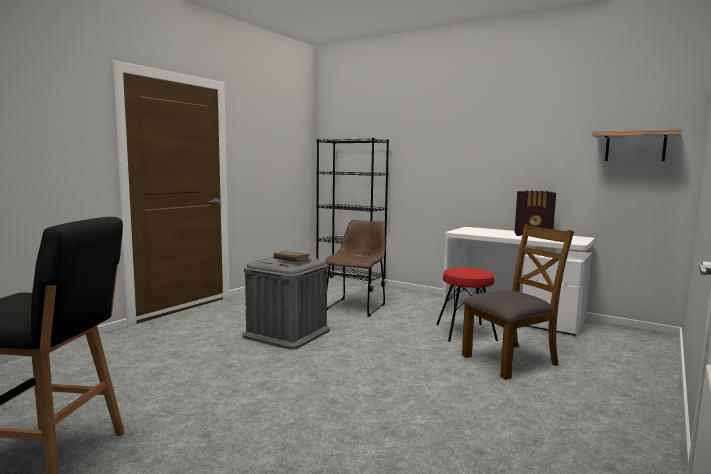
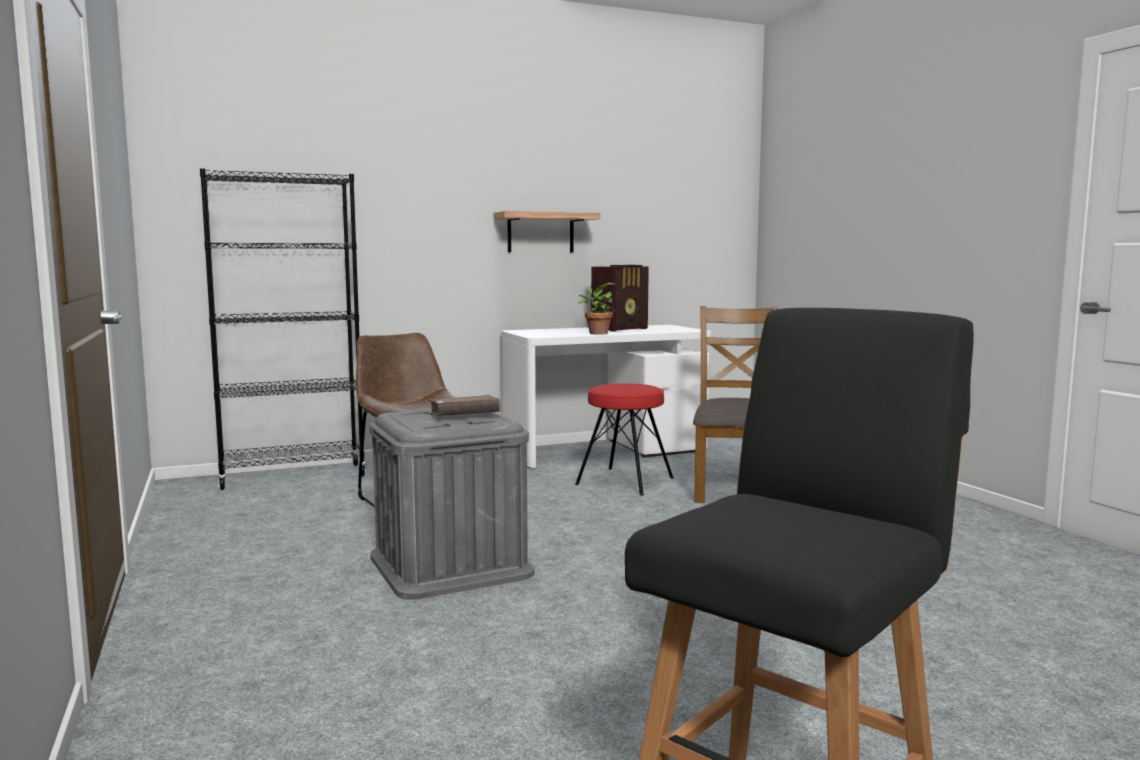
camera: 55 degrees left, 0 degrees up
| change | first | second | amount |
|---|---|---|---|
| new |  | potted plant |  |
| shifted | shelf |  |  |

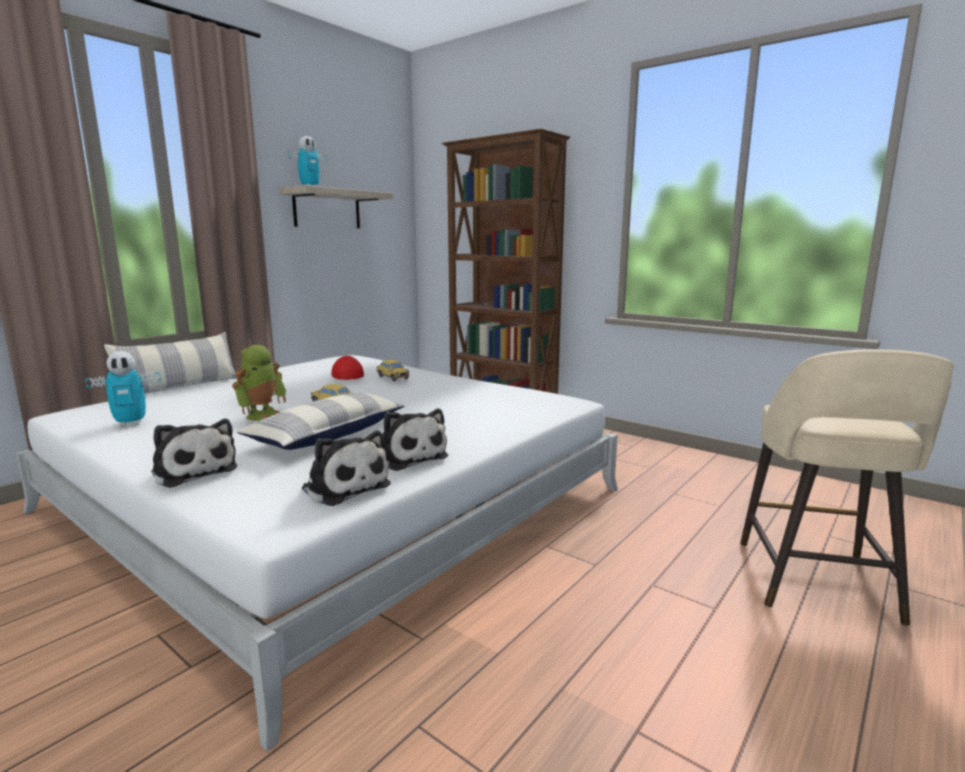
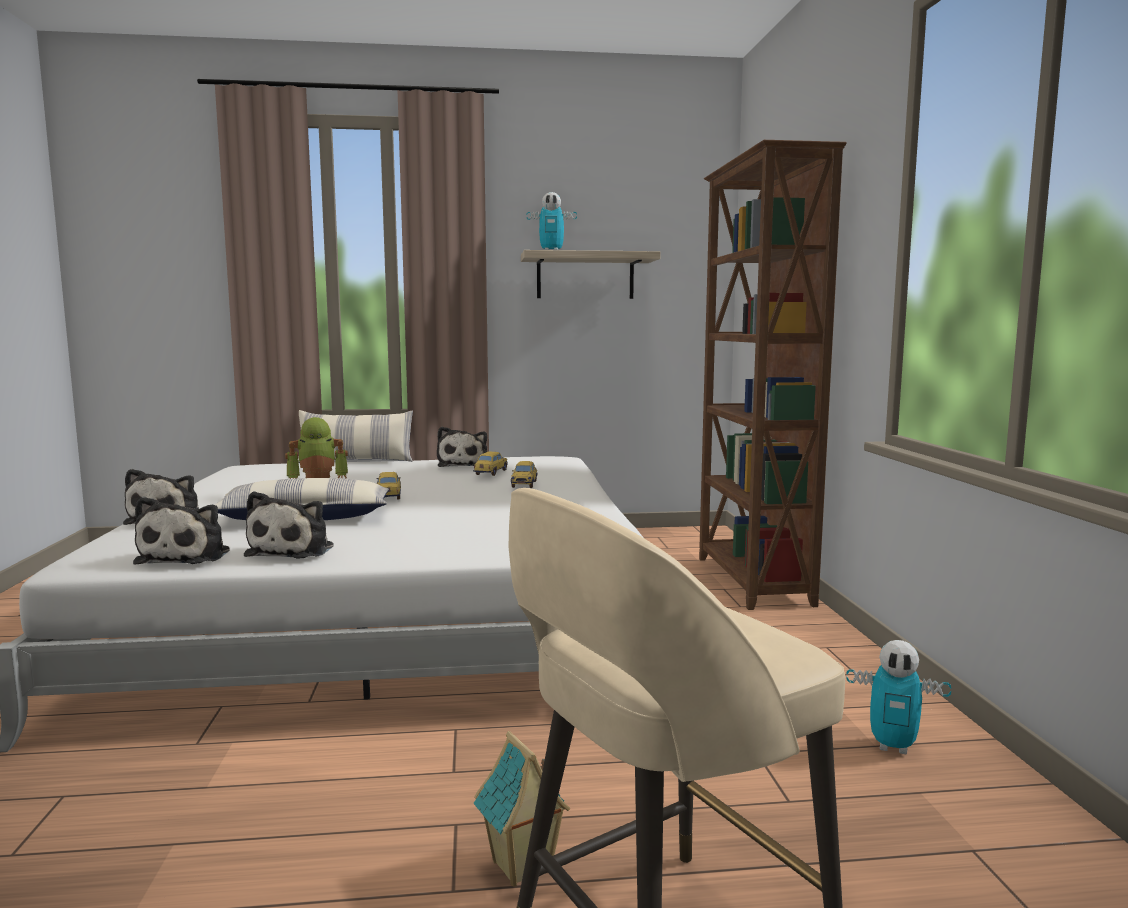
camera: 45 degrees right, 5 degrees down
| change | first | second | amount |
|---|---|---|---|
| new |  | plush toy (no. 4 from left) |  |
| new |  | model house |  |
| shifted | model robot (no. 1 from left in the first image) | model robot (no. 3 from left) |  |
| swapped | baseball cap/reddish | toy car (no. 2 from left) |  |

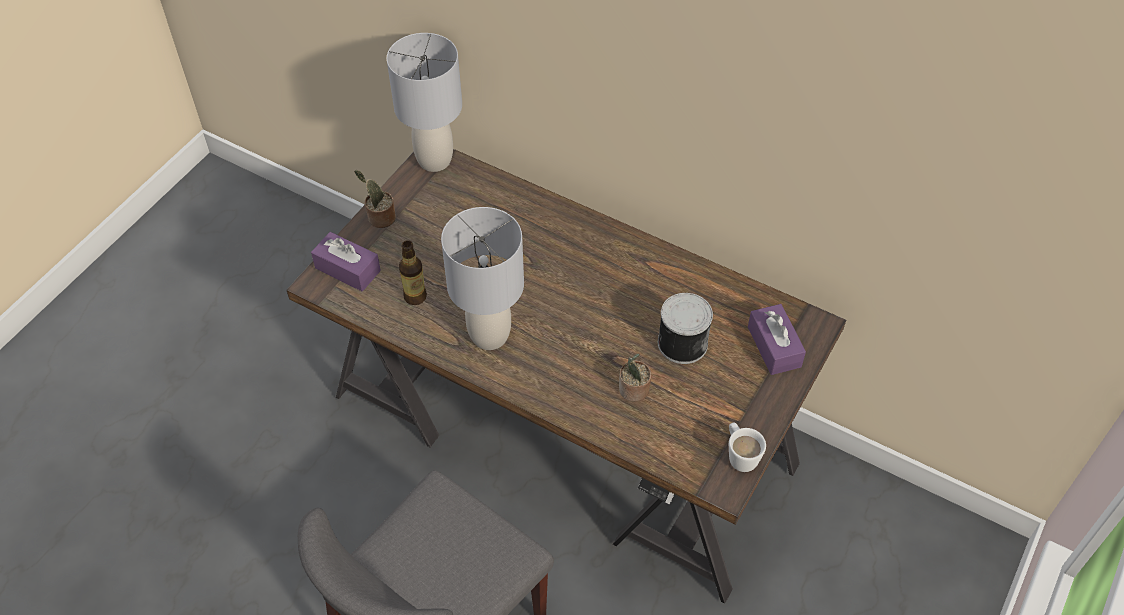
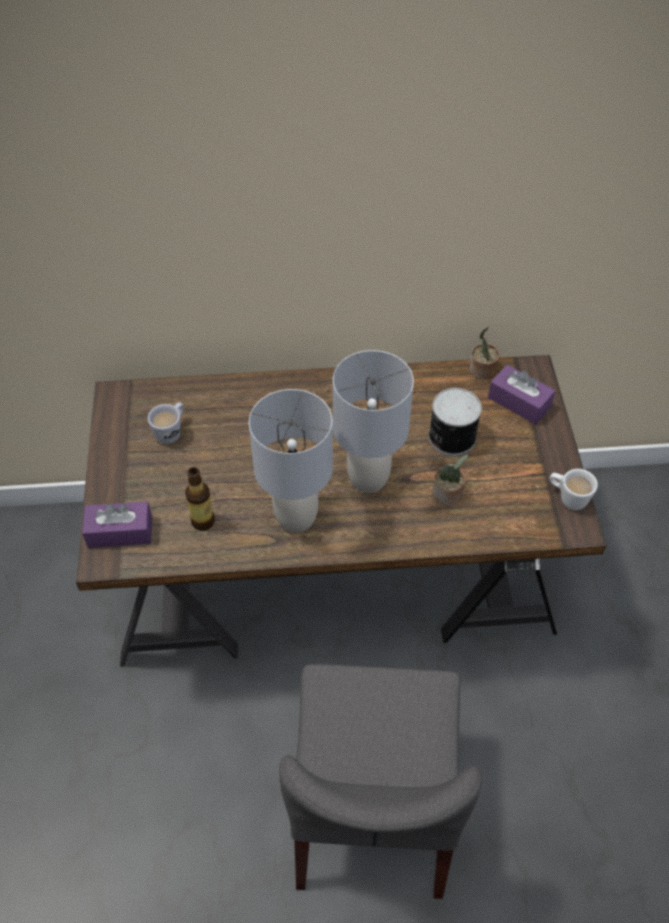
camera: 35 degrees left, 0 degrees up
| change | first | second | amount |
|---|---|---|---|
| new |  | mug/whitish (no. 1 from left) |  |
| shifted | potted plant (no. 1 from left in the first image) | potted plant (no. 2 from left) |  |
| shifted | lamp for a table/greyish (no. 1 from left in the first image) | lamp for a table/greyish (no. 2 from left) |  |

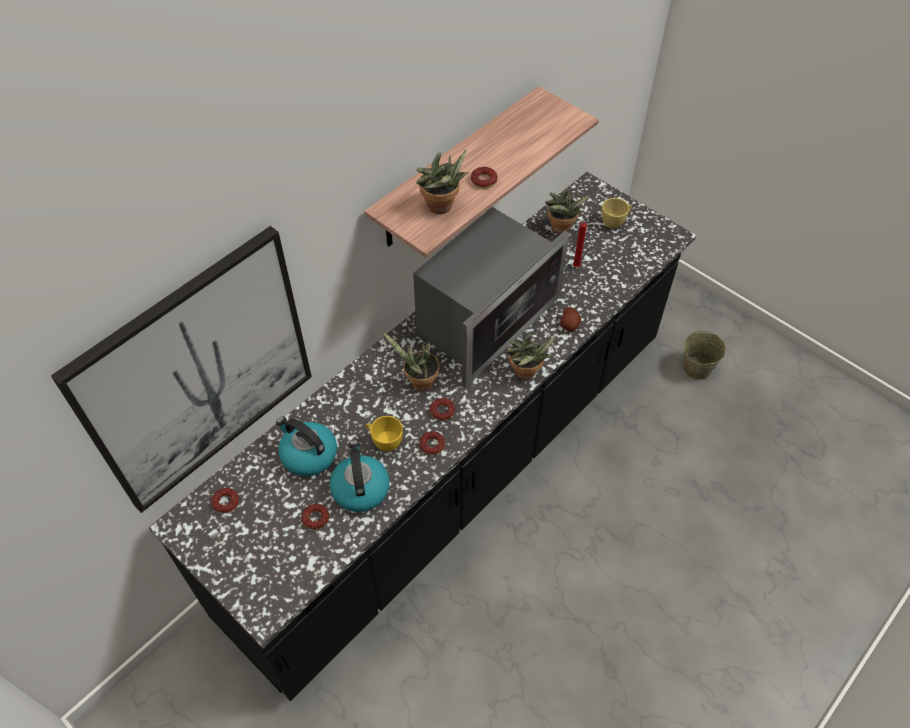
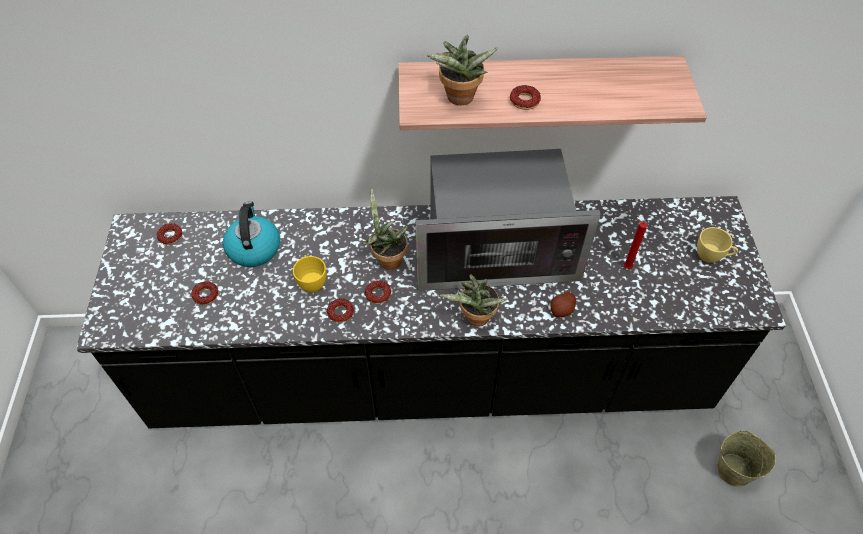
camera: 45 degrees right, 0 degrees up
| change | first | second | amount |
|---|---|---|---|
| gone | wall picture |  |  |
| gone | kettle (no. 2 from left) |  |  |
| gone | potted plant (no. 4 from left) |  |  |

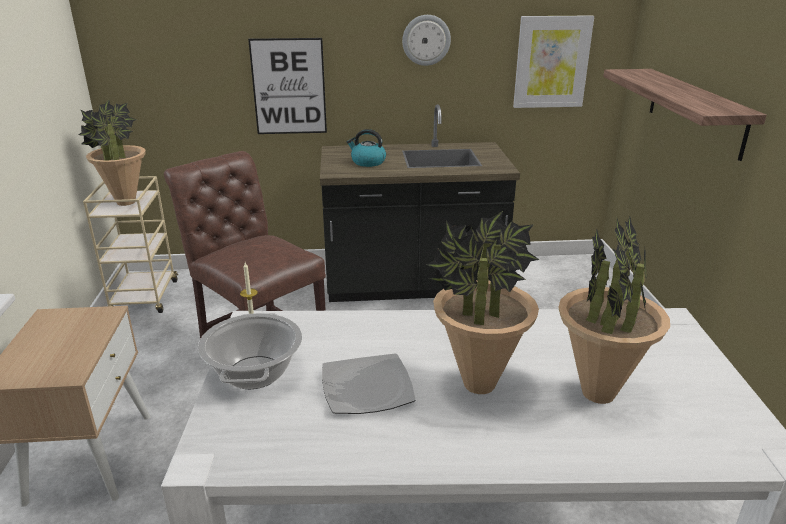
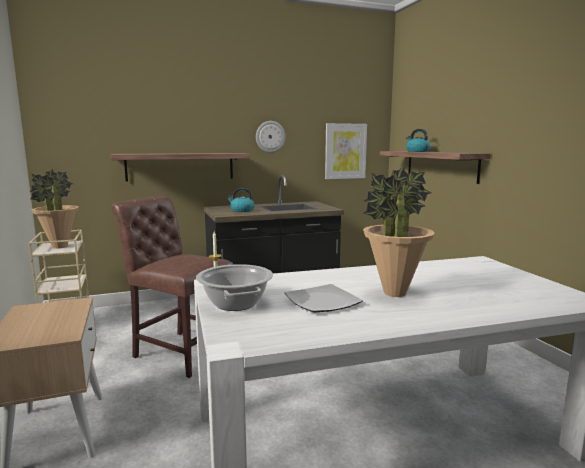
camera: 15 degrees left, 15 degrees down
| change | first | second | amount |
|---|---|---|---|
| gone | potted plant (no. 3 from left) |  |  |
| new |  | kettle (no. 2 from left) |  |
| swapped | wall picture (no. 1 from left) | shelf (no. 1 from left) |  |

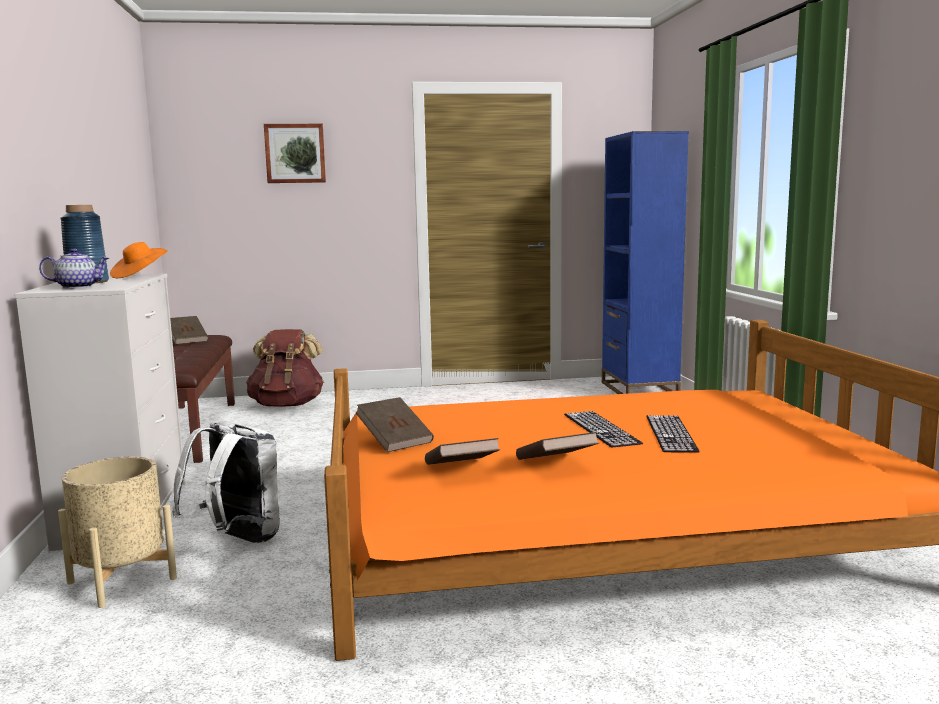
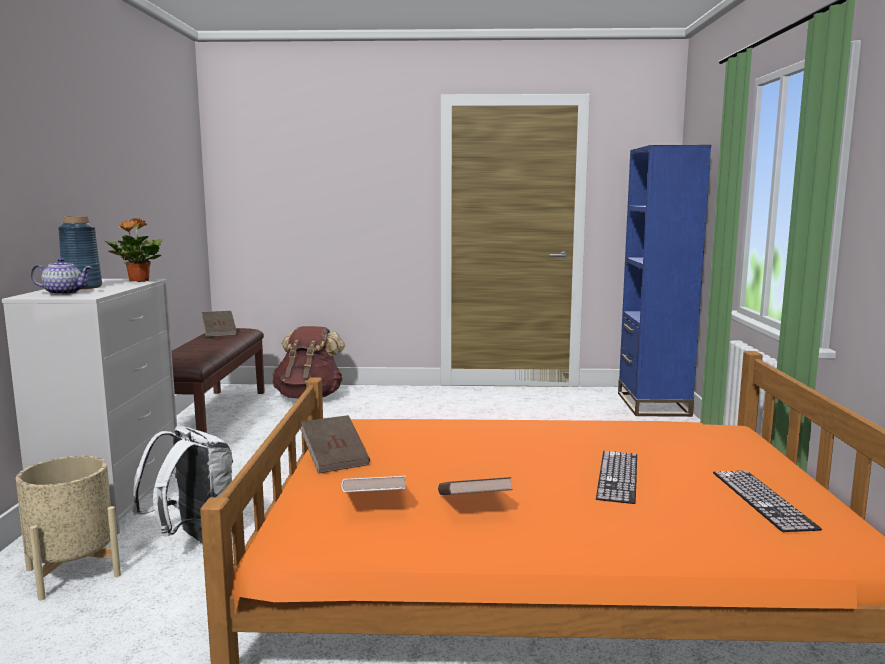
camera: 10 degrees right, 0 degrees up
| change | first | second | amount |
|---|---|---|---|
| gone | wall picture |  |  |
| shifted | PC keyboard (no. 1 from left in the first image) | PC keyboard (no. 2 from left) |  |
| swapped | wearable hat/orange-coloured | potted plant |  |
| repainted | book/brown (no. 3 from left) | book/whitish |  |

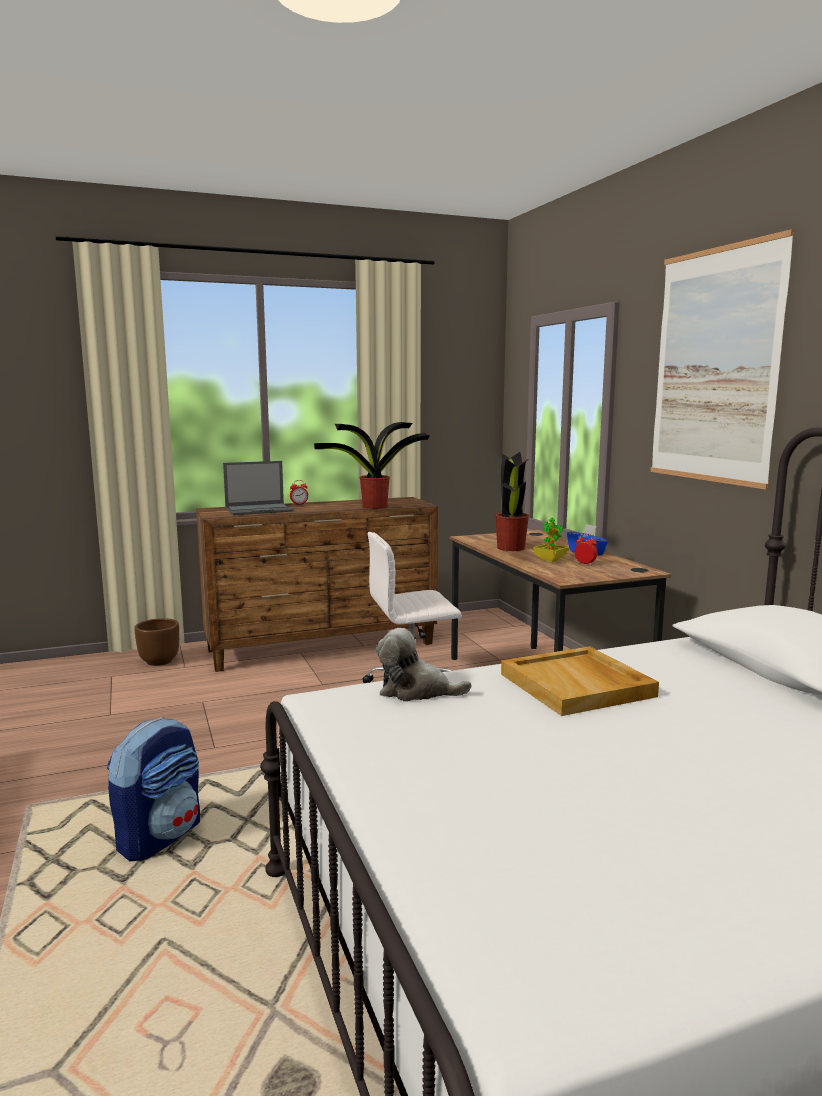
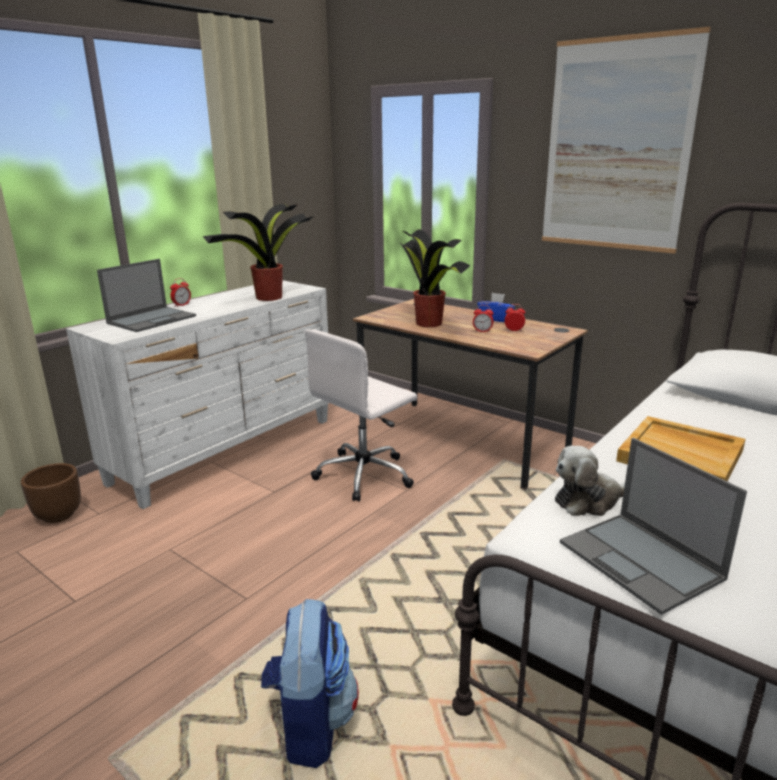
camera: 30 degrees left, 10 degrees up
| change | first | second | amount |
|---|---|---|---|
| new |  | portable computer (no. 2 from left) |  |
| swapped | potted plant (no. 3 from left) | alarm clock (no. 2 from left) |  |
| repainted | chest of drawers/brown | chest of drawers/whitish |  |

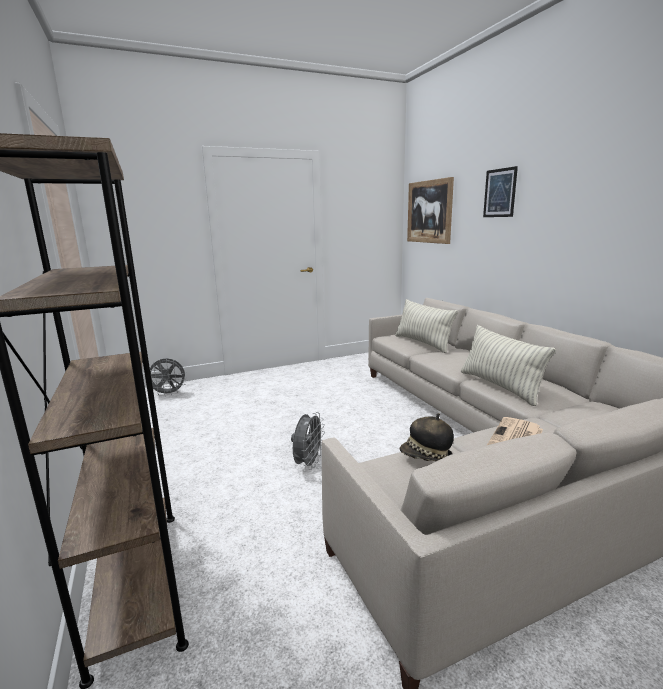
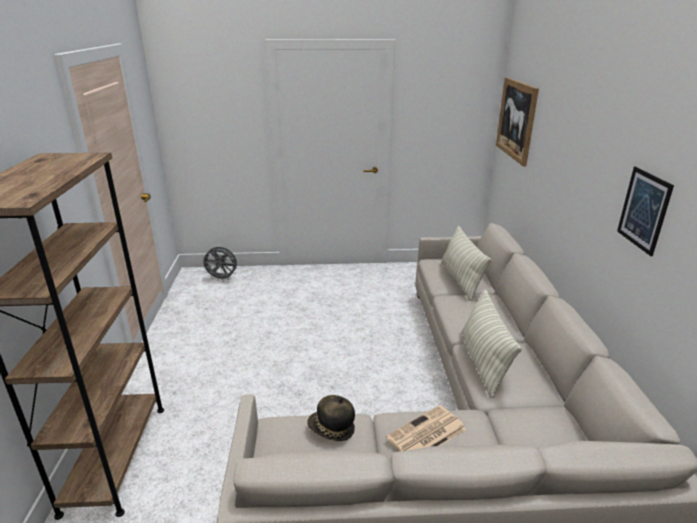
camera: 20 degrees right, 10 degrees up
| change | first | second | amount |
|---|---|---|---|
| gone | electric fan/greyish (no. 2 from left) |  |  |
| shifted | wall picture (no. 2 from left) |  |  |

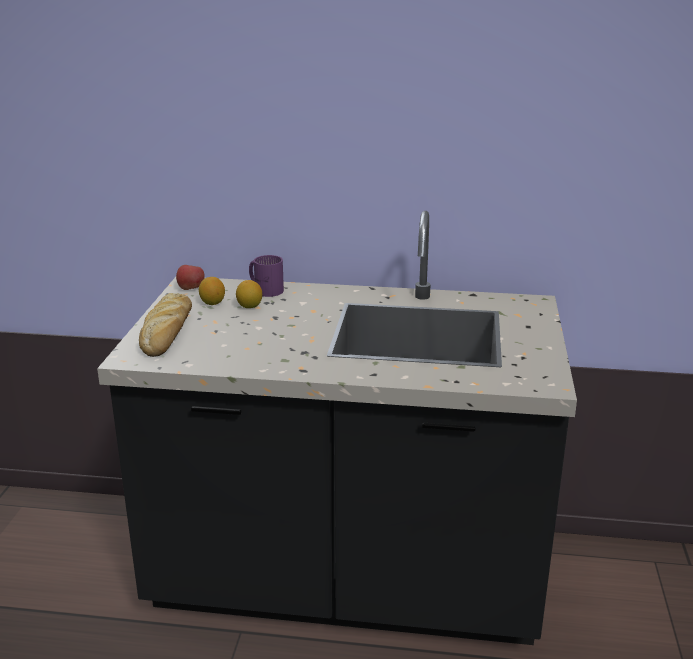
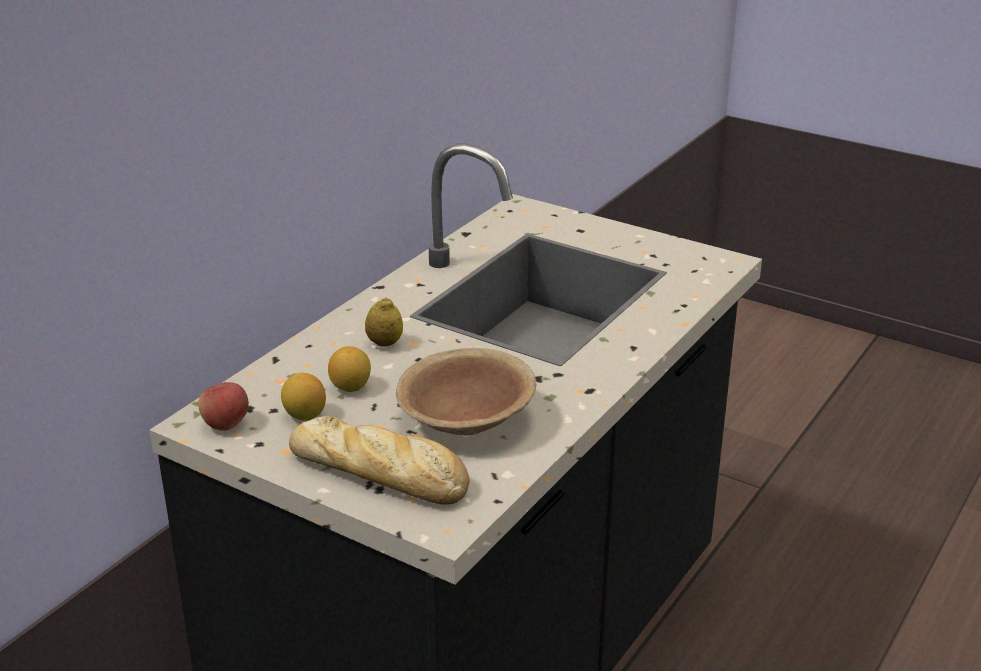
camera: 65 degrees left, 5 degrees up
| change | first | second | amount |
|---|---|---|---|
| gone | mug/purple |  |  |
| new |  | citrus fruit (no. 3 from left) |  |
| new |  | serving bowl/brown |  |

